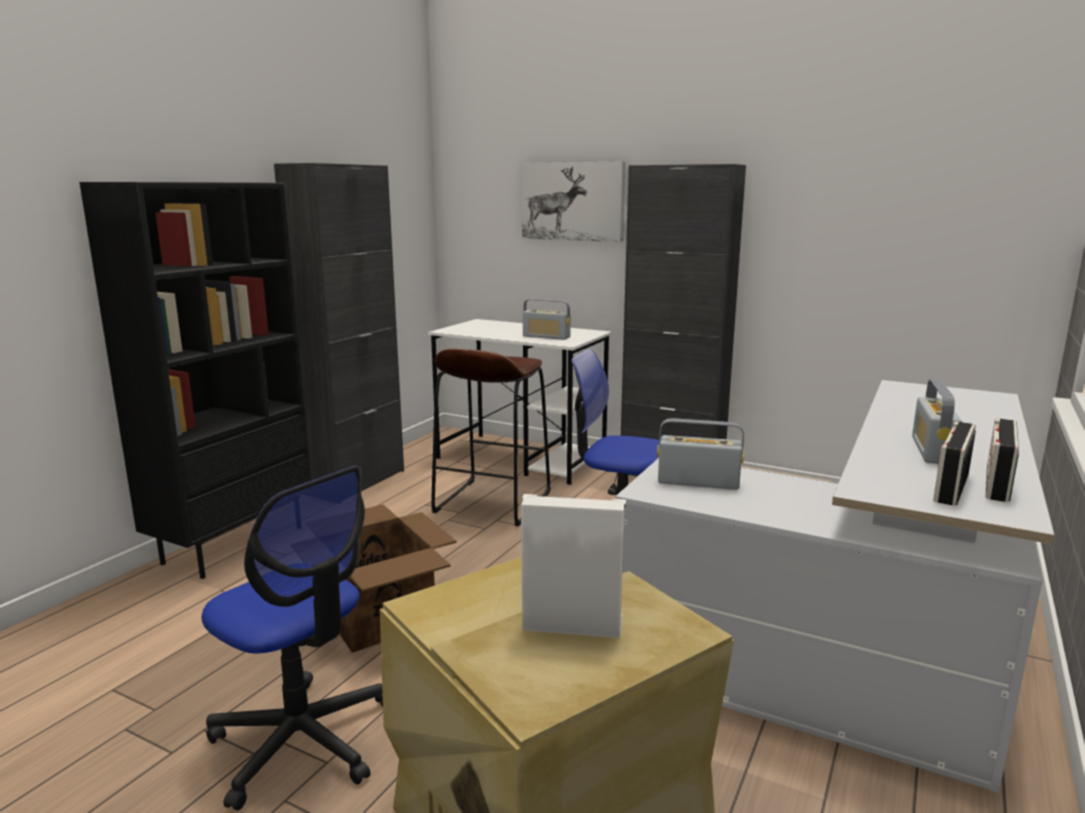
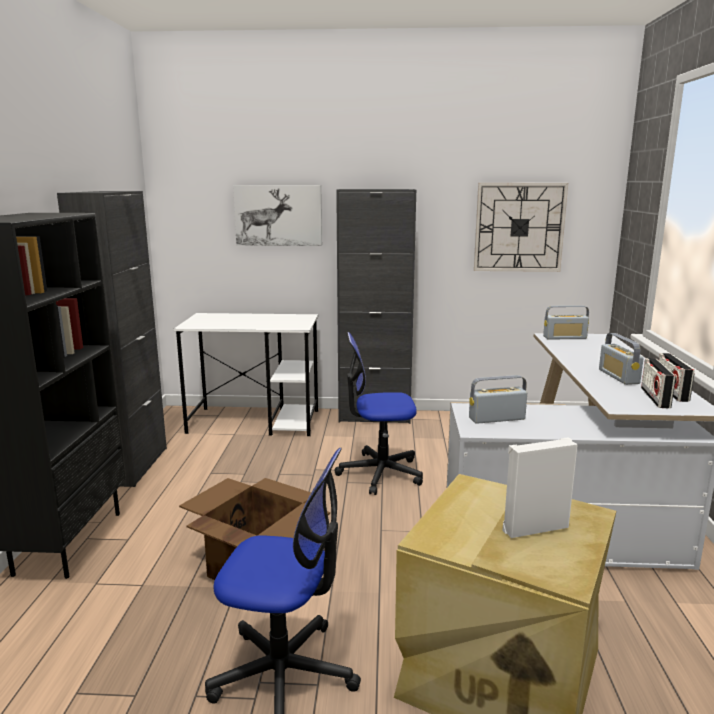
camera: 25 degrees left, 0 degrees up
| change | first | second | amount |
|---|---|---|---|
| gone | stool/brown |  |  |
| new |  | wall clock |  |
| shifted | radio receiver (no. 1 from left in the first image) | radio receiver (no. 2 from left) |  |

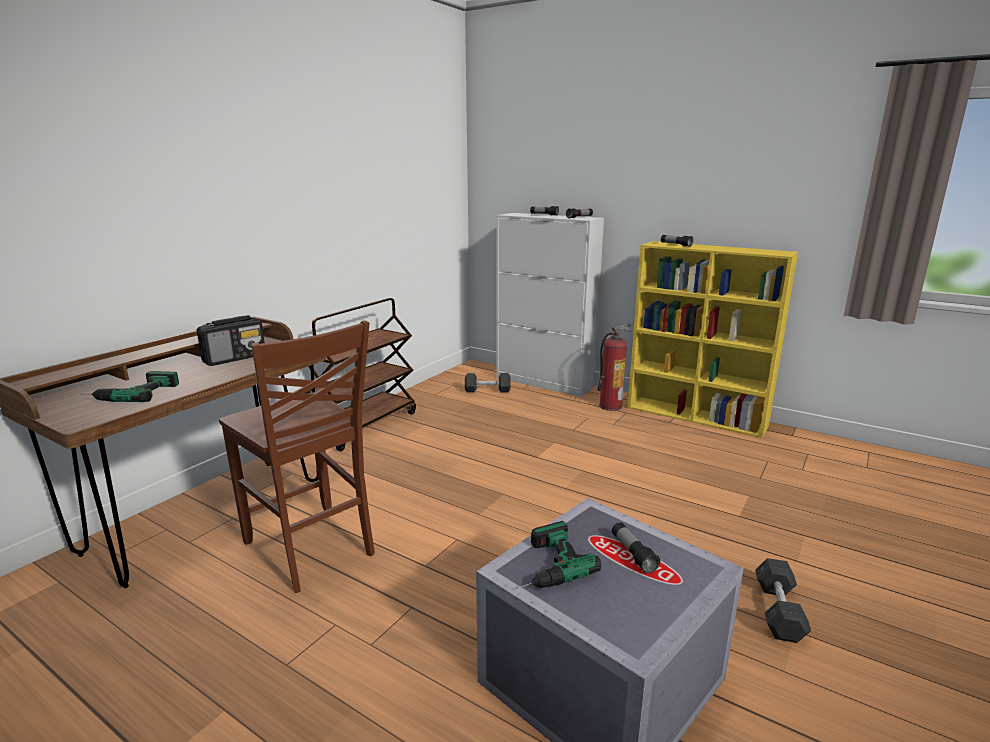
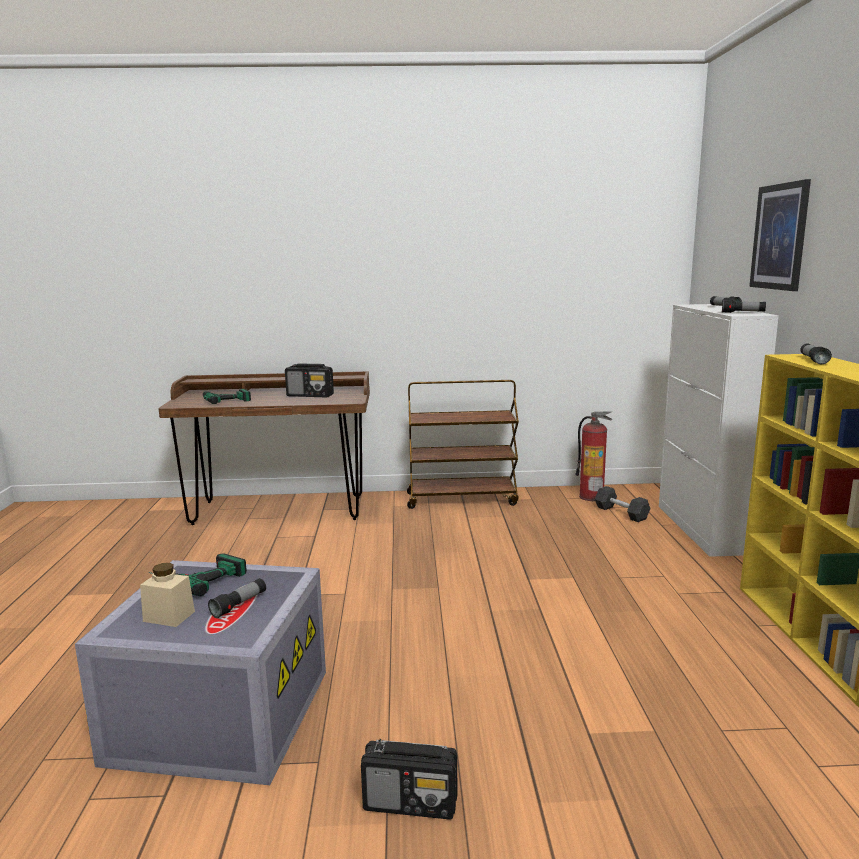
camera: 55 degrees right, 5 degrees down
| change | first | second | amount |
|---|---|---|---|
| gone | upright chair/brown |  |  |
| new |  | preserve jar/beige-coloured |  |
| new |  | wall picture |  |
| shifted | fire-fighting cylinder |  |  |
| swapped | hand weight/greyish (no. 2 from left) | radio receiver (no. 2 from left) |  |

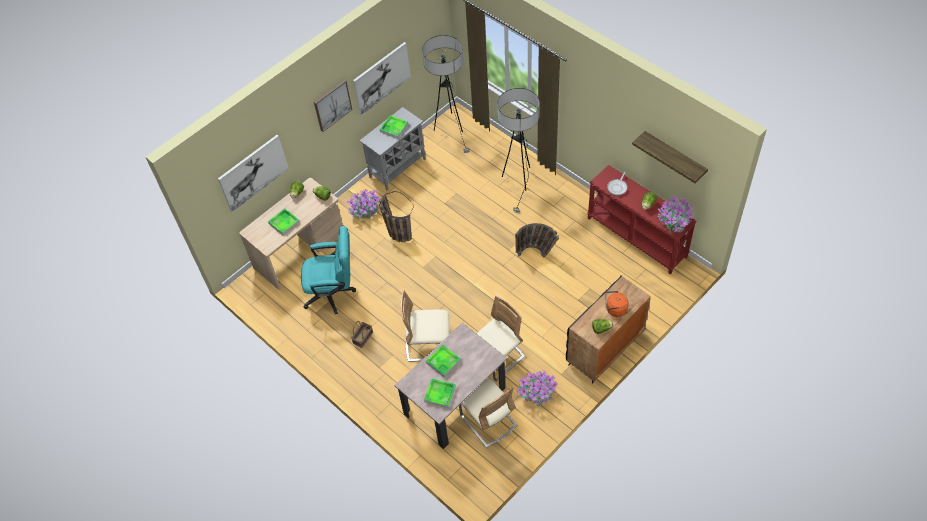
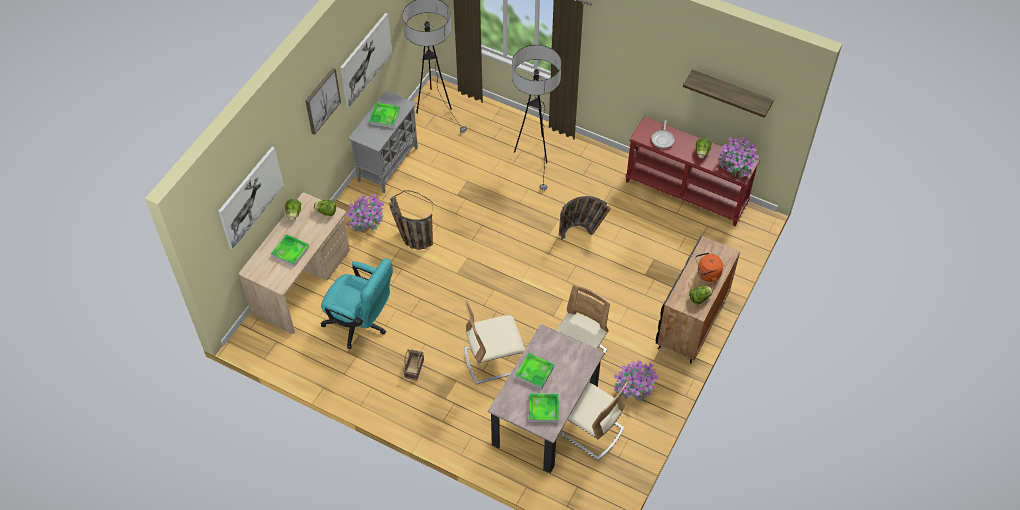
camera: 20 degrees left, 0 degrees up
| change | first | second | amount |
|---|---|---|---|
| rotated | computer chair/turquoise-coloured |  | 45 degrees clockwise |

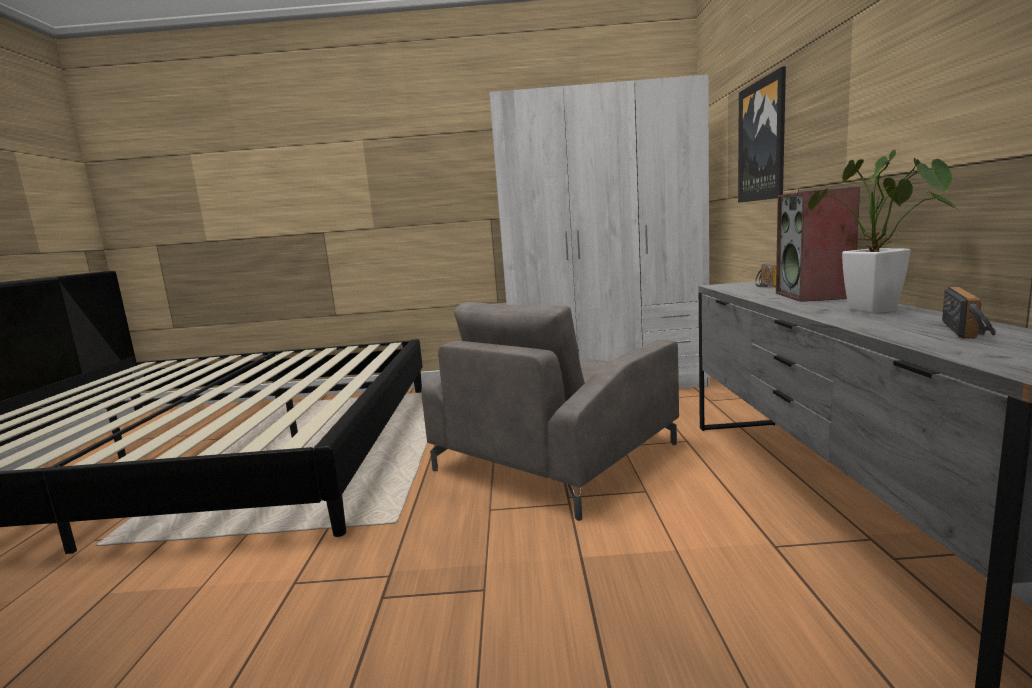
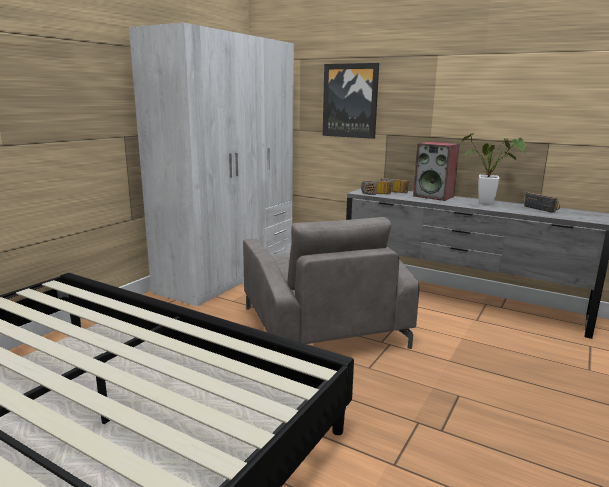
camera: 60 degrees left, 5 degrees up
| change | first | second | amount |
|---|---|---|---|
| new |  | radio receiver (no. 1 from left) |  |

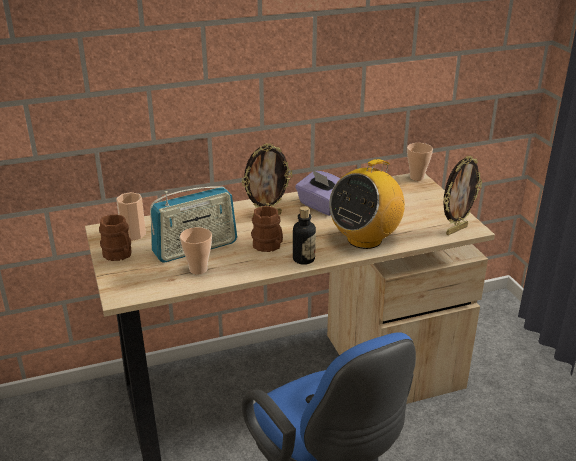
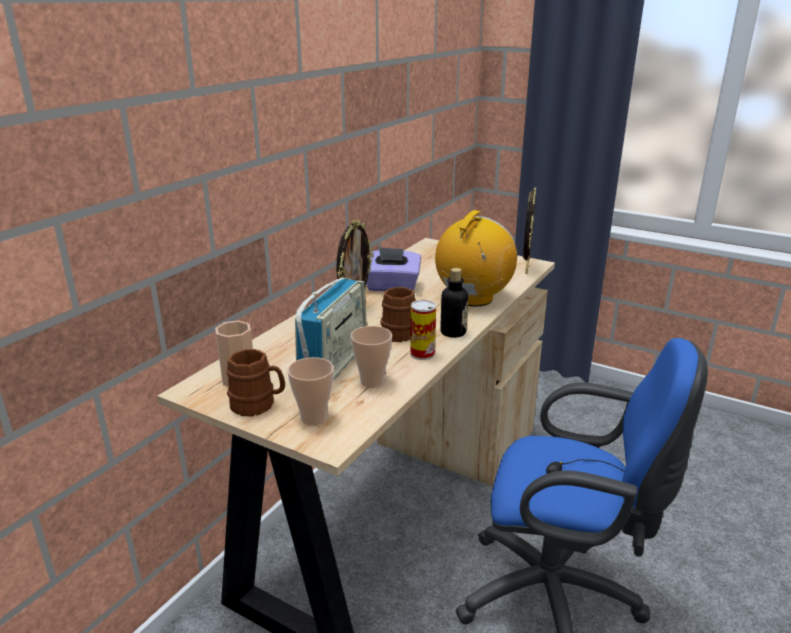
camera: 40 degrees left, 5 degrees down
| change | first | second | amount |
|---|---|---|---|
| new |  | metal can |  |
| shifted | drinking cup (no. 3 from left in the first image) | drinking cup (no. 2 from left) |  |
| rotated | radio receiver (no. 2 from left) |  | 150 degrees counterclockwise |

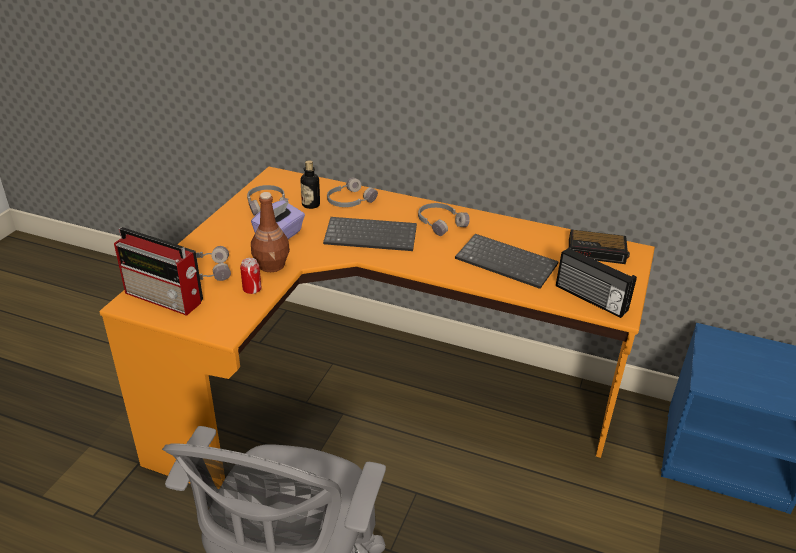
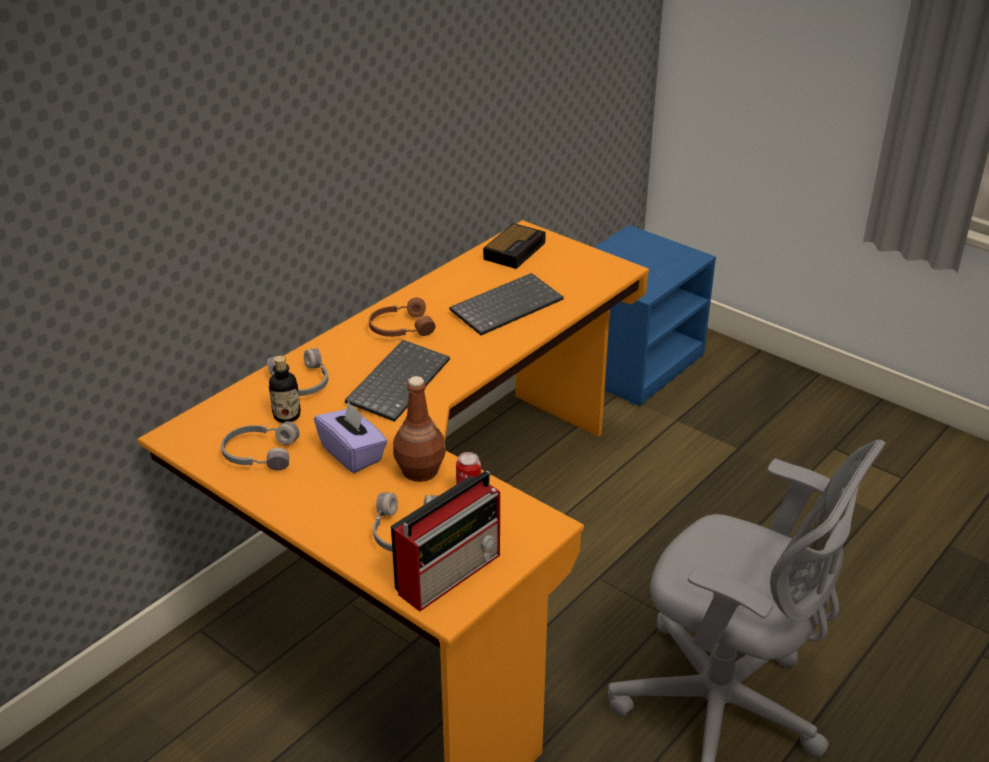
camera: 70 degrees left, 0 degrees up
| change | first | second | amount |
|---|---|---|---|
| gone | radio receiver (no. 2 from left) |  |  |
| repainted | headset/greyish (no. 4 from left) | headset/brown |  |

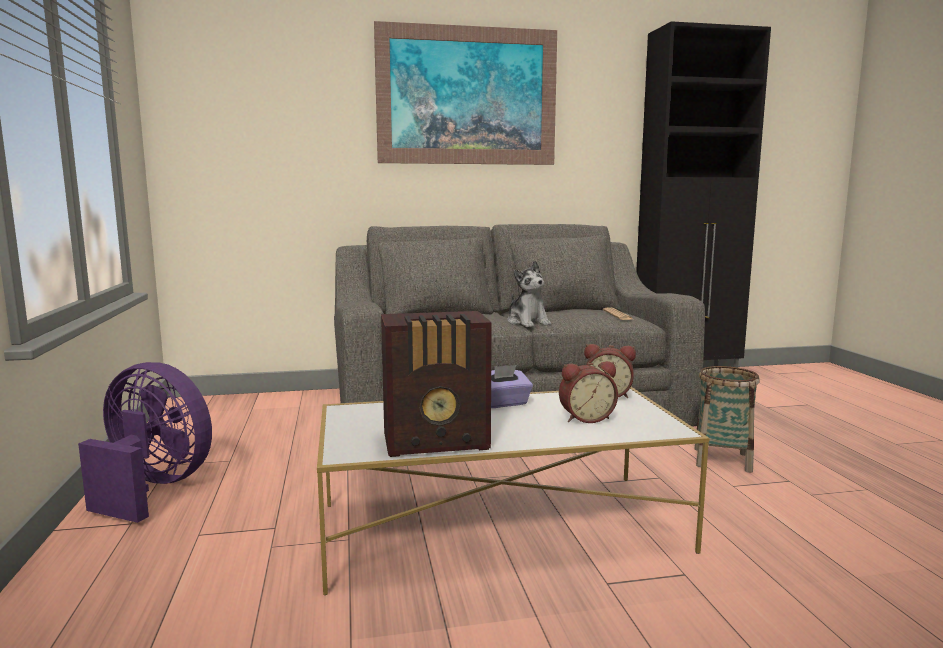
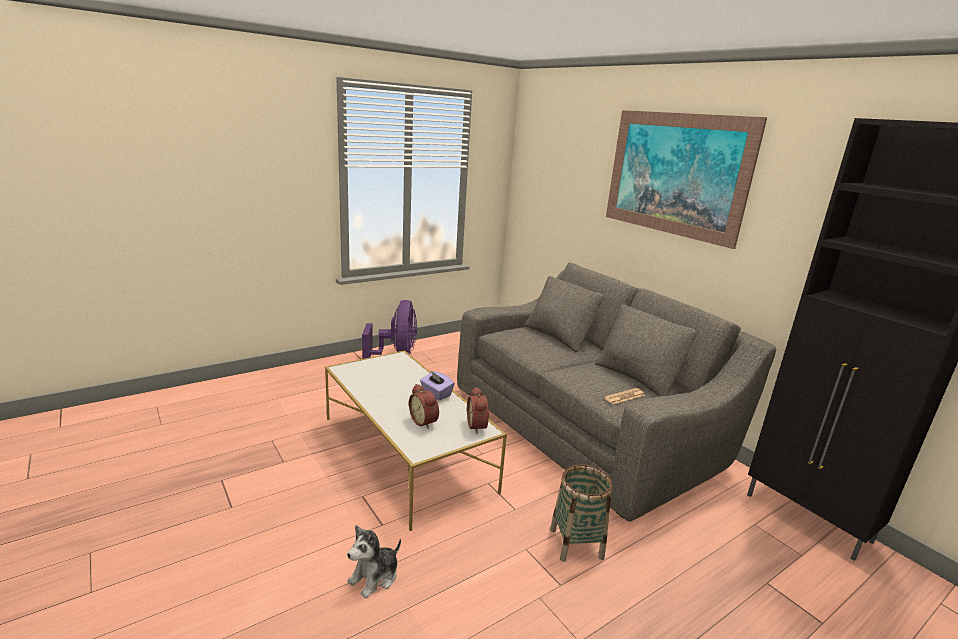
camera: 65 degrees right, 10 degrees up
| change | first | second | amount |
|---|---|---|---|
| gone | radio receiver |  |  |
| shifted | plush toy |  |  |

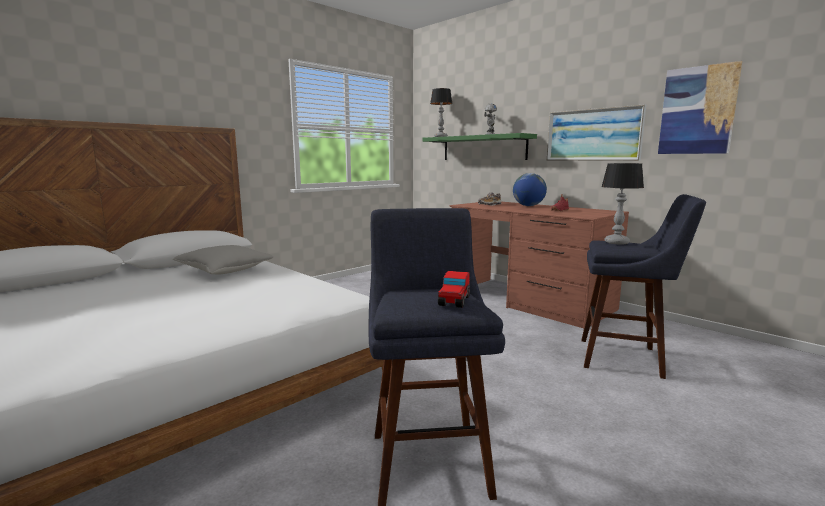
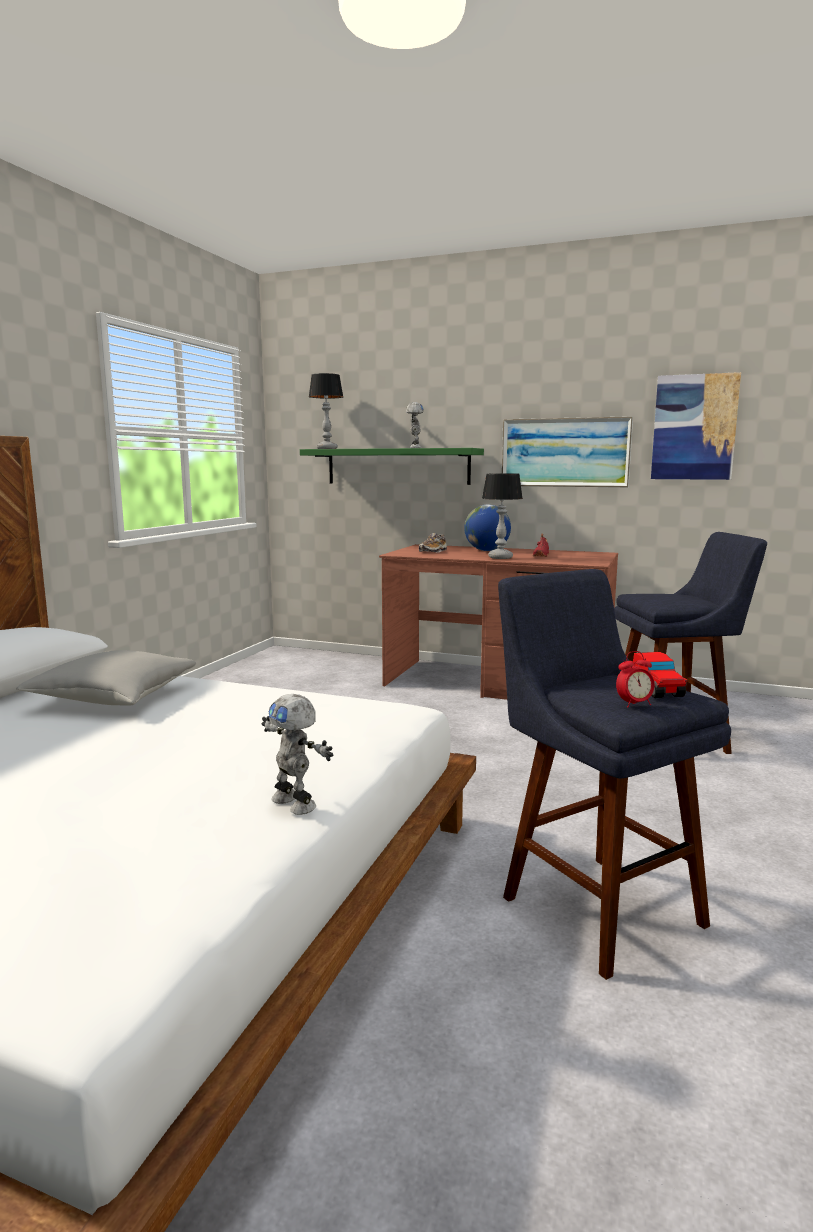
camera: 25 degrees left, 0 degrees up
| change | first | second | amount |
|---|---|---|---|
| new |  | model robot (no. 1 from left) |  |
| new |  | alarm clock |  |
| shifted | lamp for a table (no. 2 from left) |  |  |

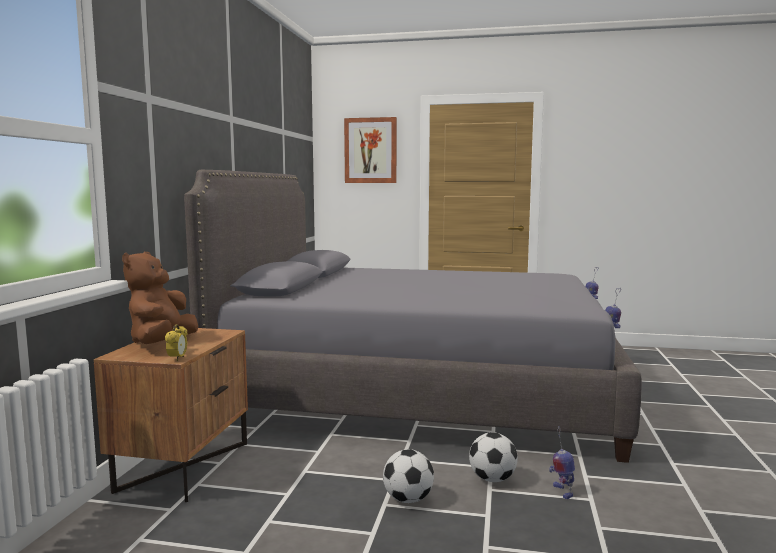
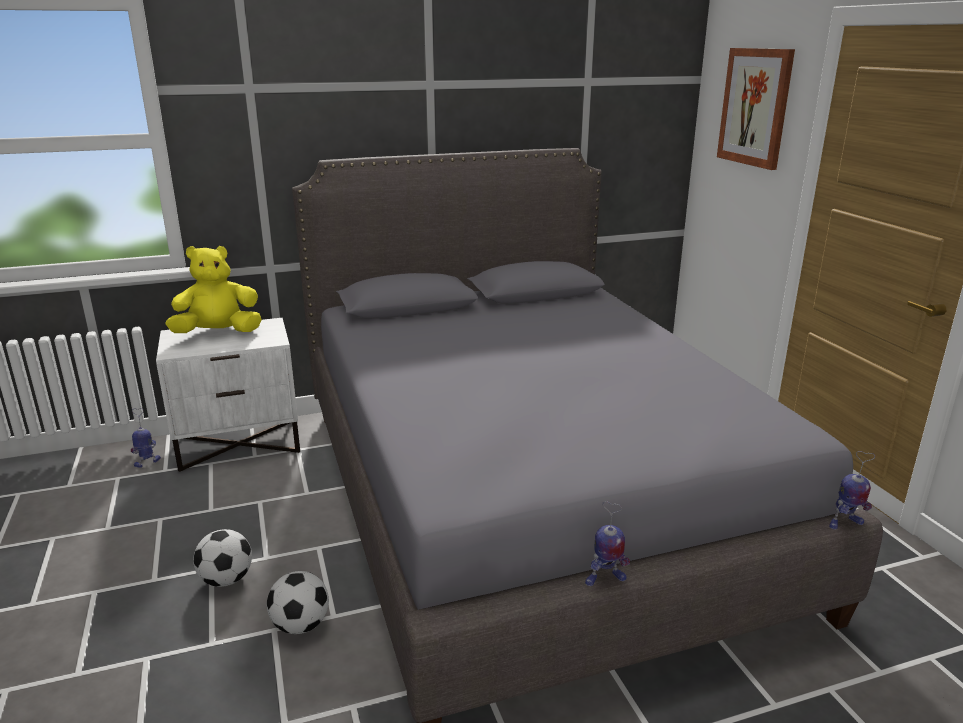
camera: 60 degrees right, 15 degrees up
| change | first | second | amount |
|---|---|---|---|
| gone | alarm clock |  |  |
| shifted | model robot (no. 1 from left) |  |  |
| repainted | nightstand/brown | nightstand/whitish |  |
| repainted | plush toy/brown | plush toy/yellow-coloured |  |

